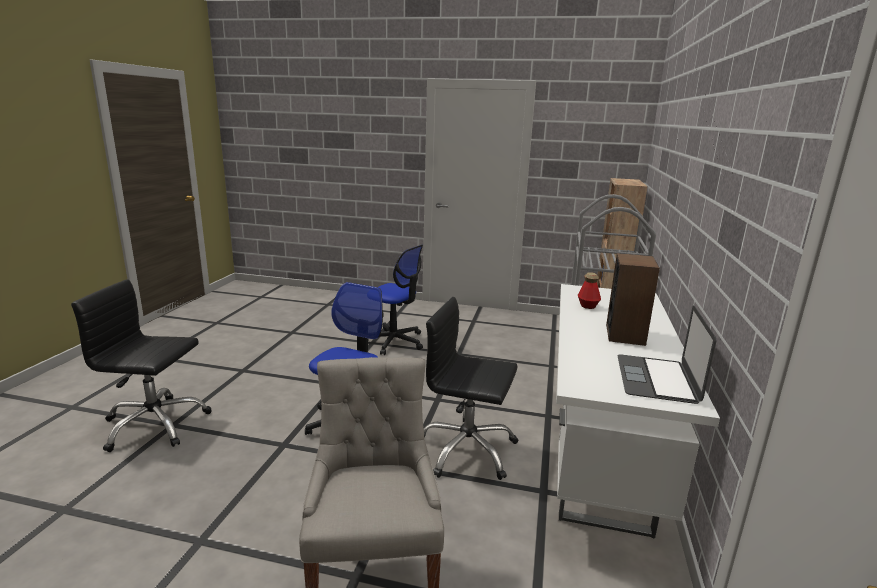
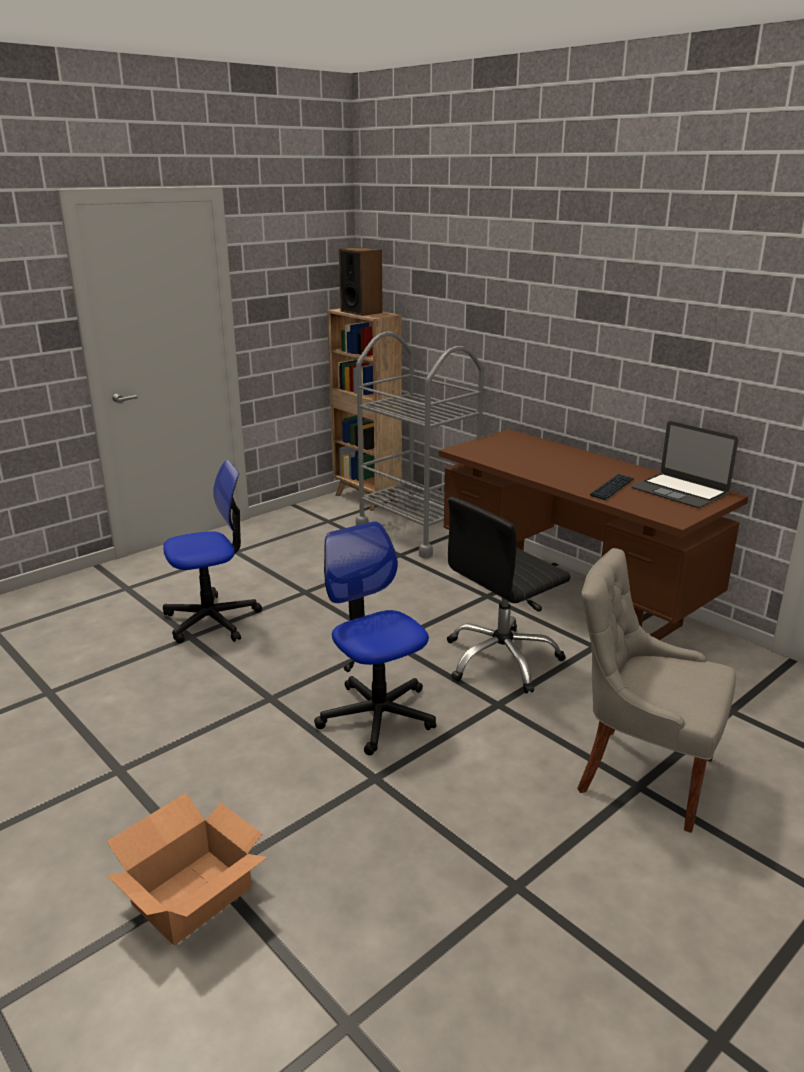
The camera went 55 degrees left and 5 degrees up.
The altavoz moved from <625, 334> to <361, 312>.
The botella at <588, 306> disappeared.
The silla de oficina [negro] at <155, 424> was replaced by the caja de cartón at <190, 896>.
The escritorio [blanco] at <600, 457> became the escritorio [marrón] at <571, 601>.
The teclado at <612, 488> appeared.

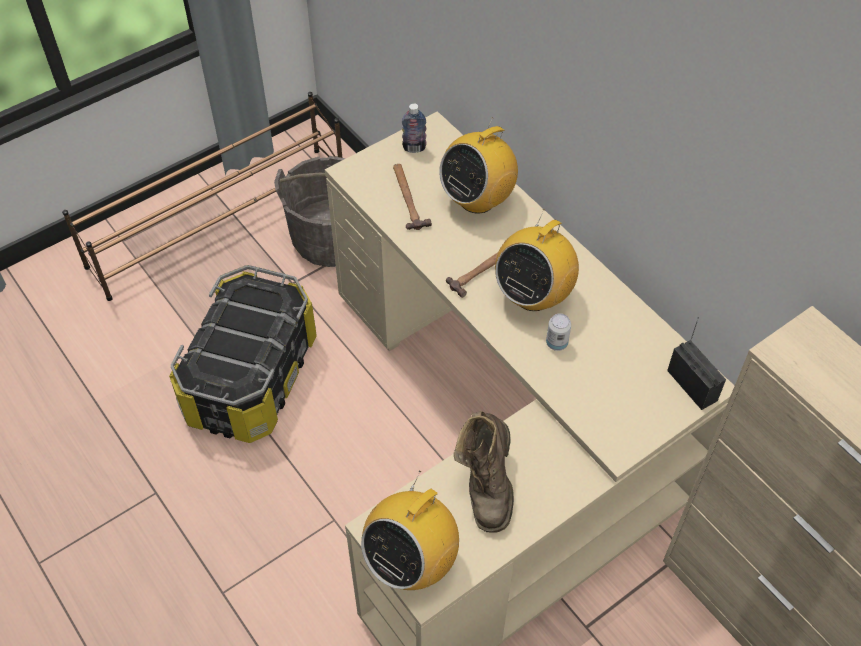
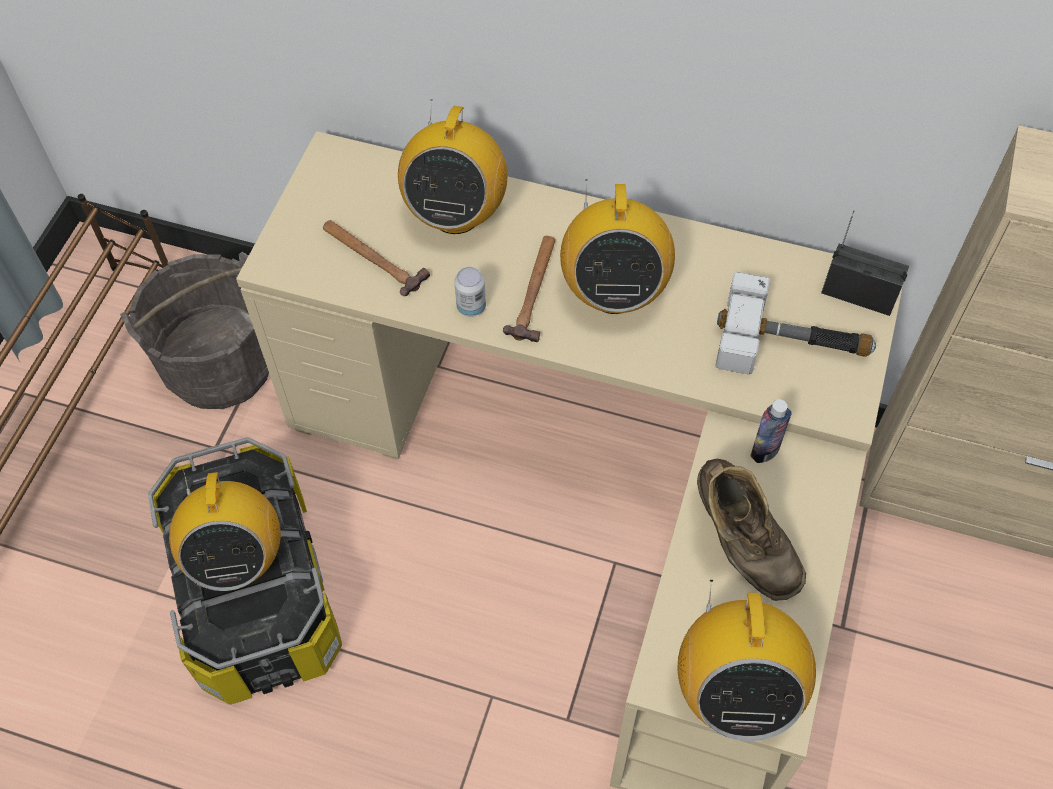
The camera went 35 degrees left and 5 degrees up.
The botella moved from <414, 148> to <765, 451>.
The lata moved from <556, 343> to <471, 307>.
The martillo at <792, 343> appeared.
The radio at <237, 558> appeared.

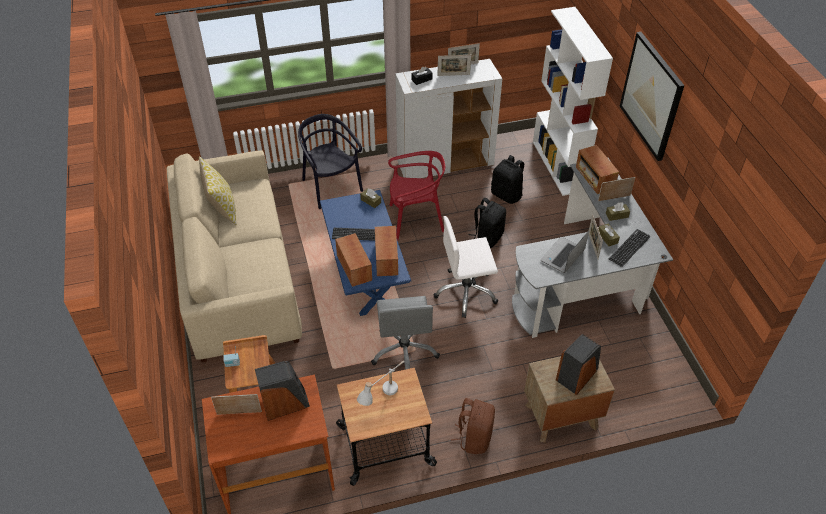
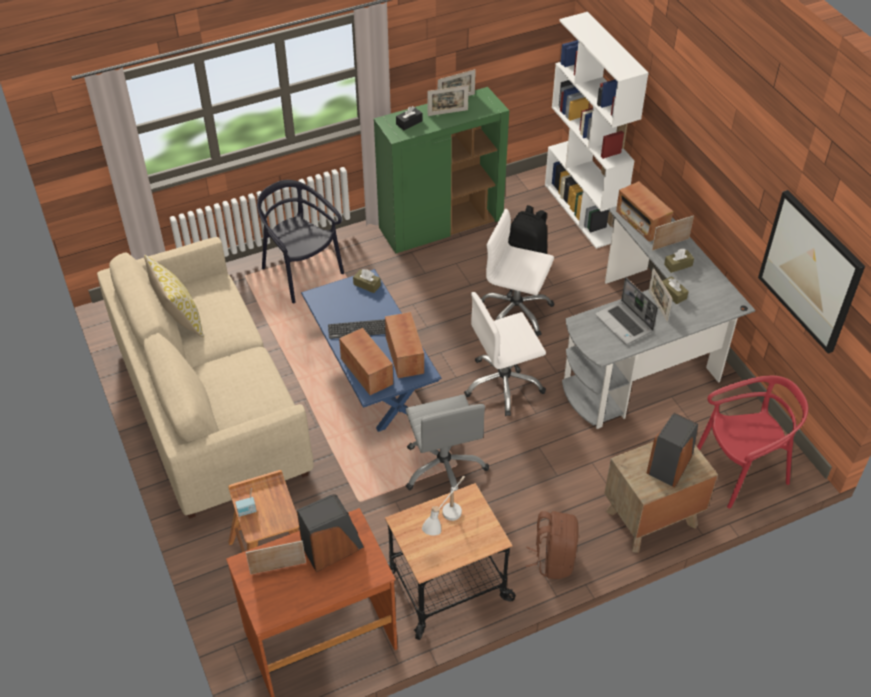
The camera went 10 degrees left and 0 degrees up.
The cuadro moved from <651, 96> to <810, 271>.
The armario [blanco] at <445, 163> became the armario [verde] at <441, 225>.
The silla [rojo] moved from <415, 220> to <741, 470>.
The mochila [negro] at <487, 237> was replaced by the silla de oficina [blanco] at <515, 312>.
The teclado at <629, 248> disappeared.
The portátil at <563, 256> turned 60 degrees counterclockwise.

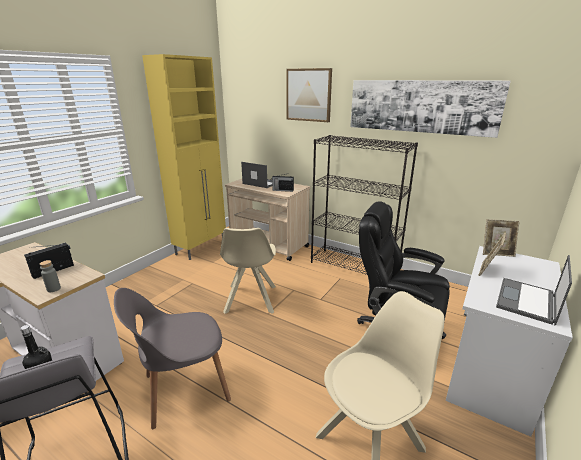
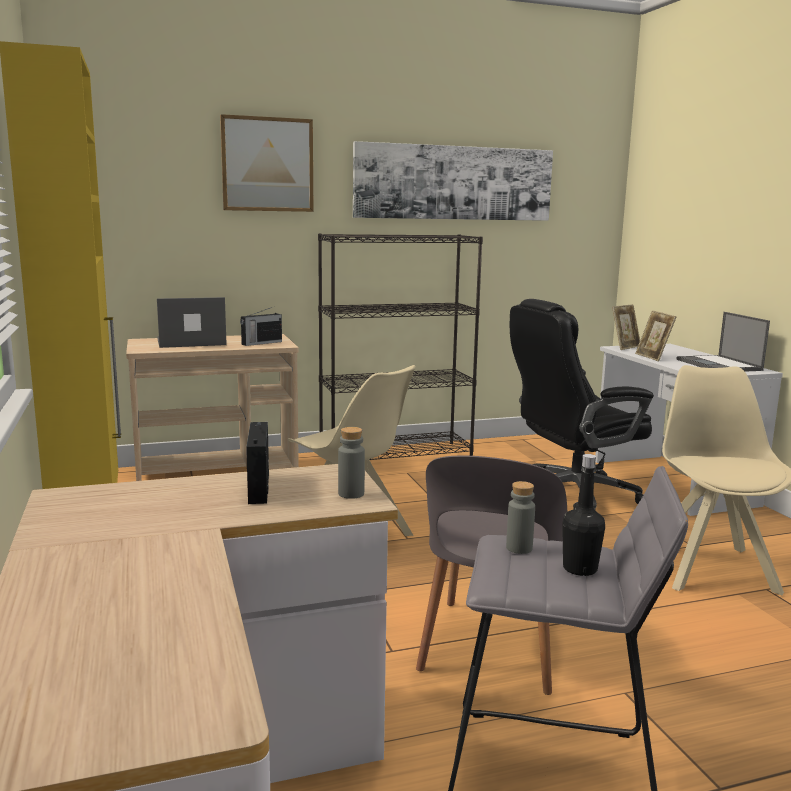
The camera went 50 degrees left and 10 degrees down.
The botella [gris] at <519, 548> appeared.

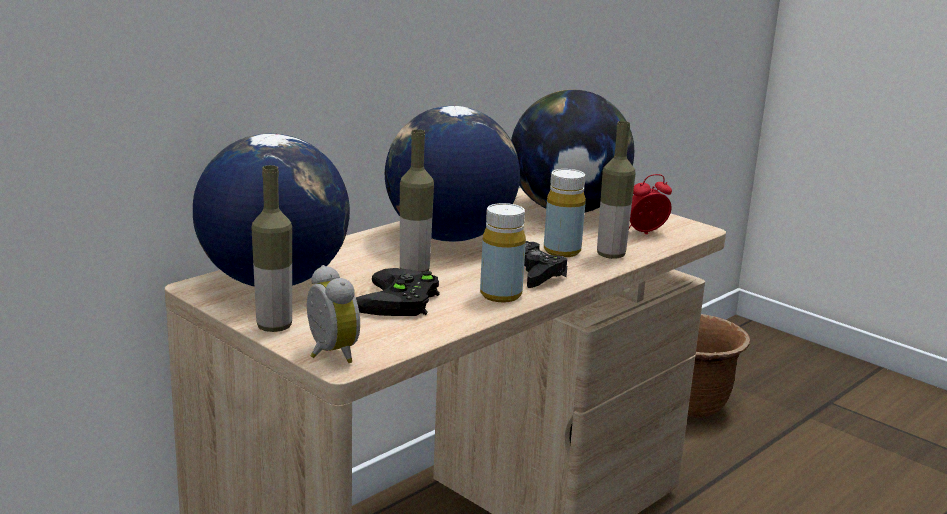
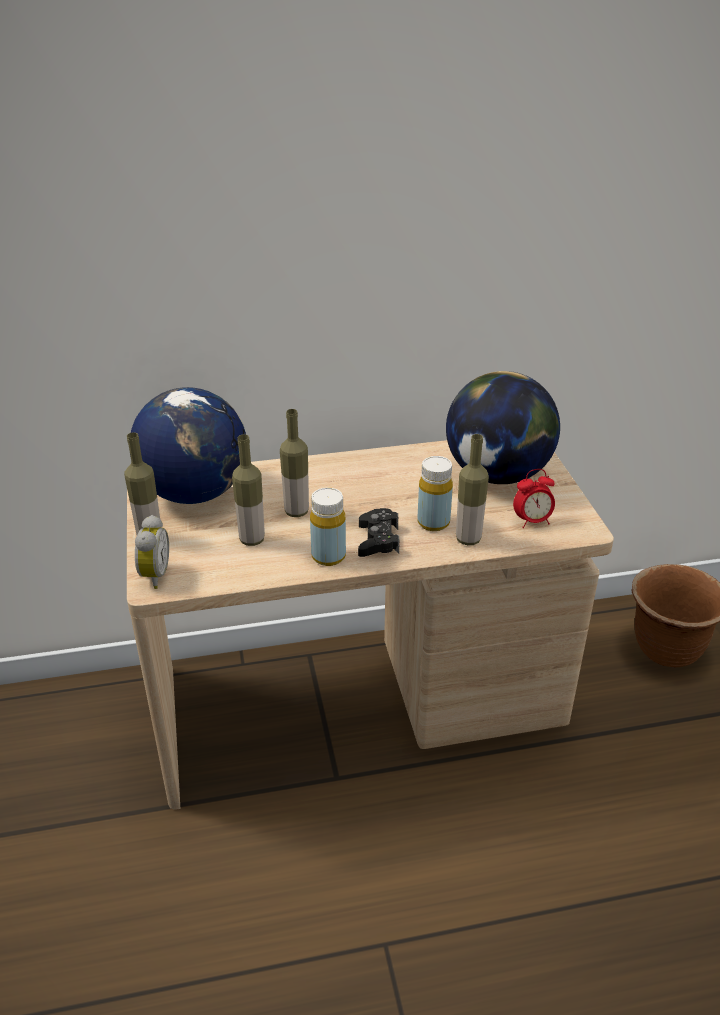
The camera went 35 degrees right and 15 degrees up.
The globo terráqueo at <449, 237> disappeared.
The despertador at <645, 233> turned 150 degrees clockwise.
The mando de consola [negro] at <399, 301> was replaced by the botella at <252, 539>.

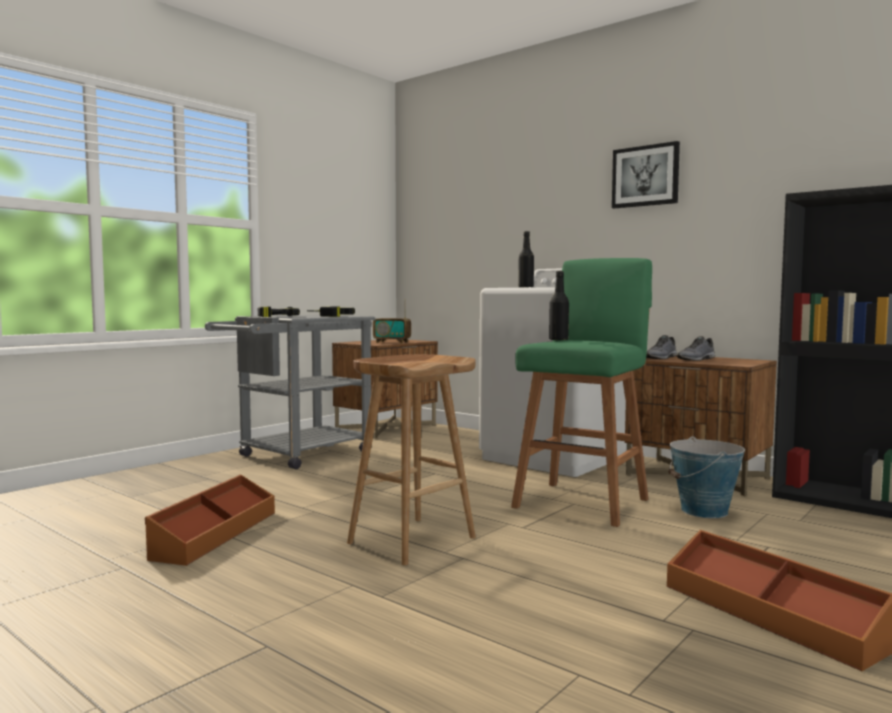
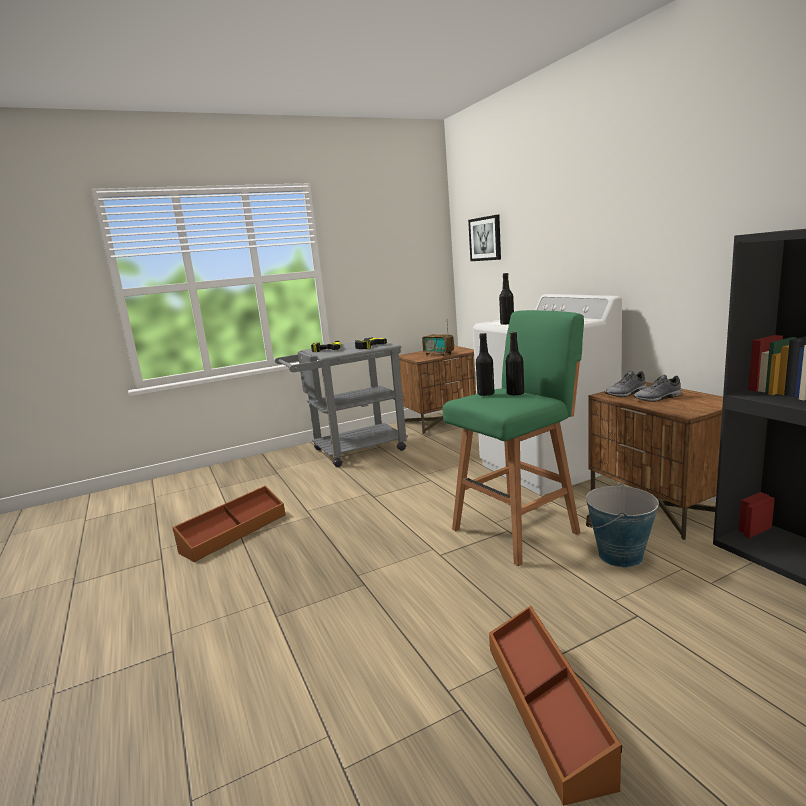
The camera went 25 degrees right and 10 degrees up.
The cuadro moved from <645, 176> to <485, 238>.
The taburete [marrón] at <412, 539> disappeared.
The botella [negro] at <515, 393> appeared.

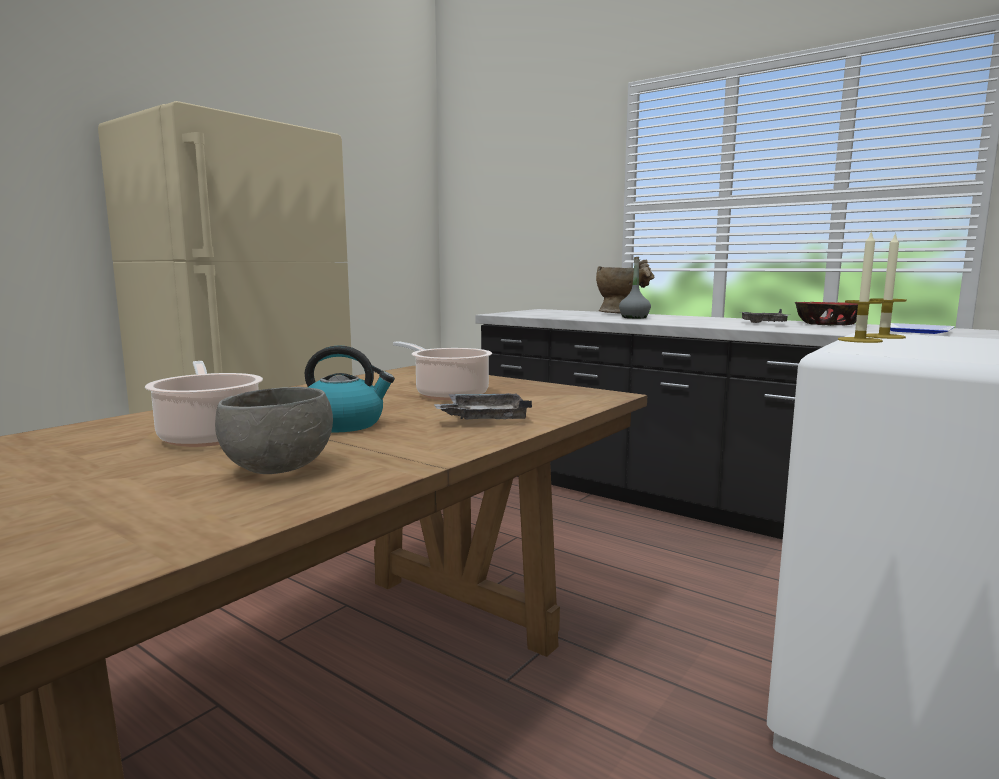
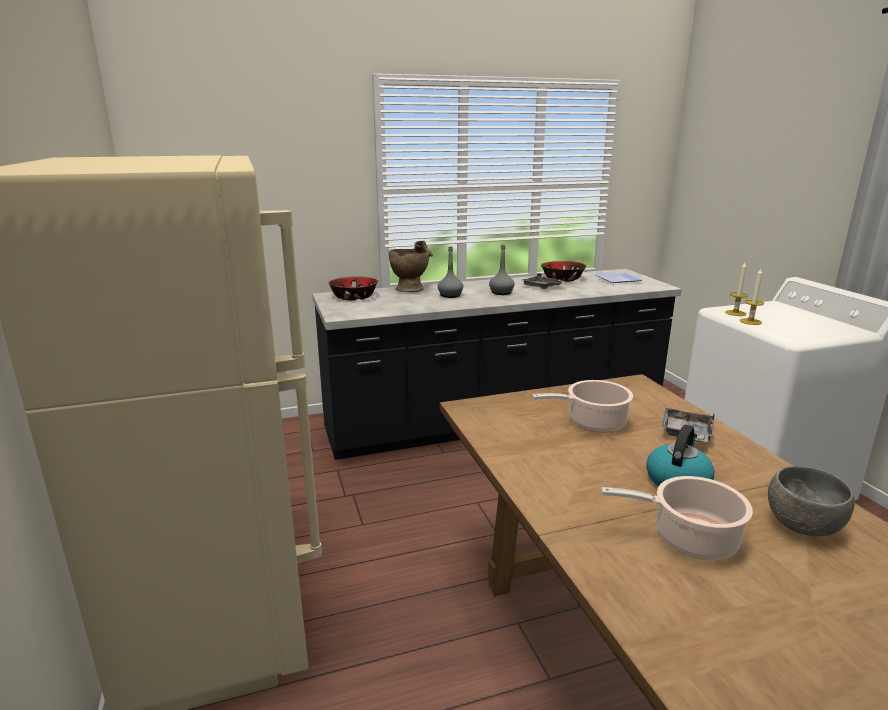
The camera went 55 degrees left and 10 degrees up.
The botella [gris] at <501, 292> appeared.
The cuenco at <354, 297> appeared.

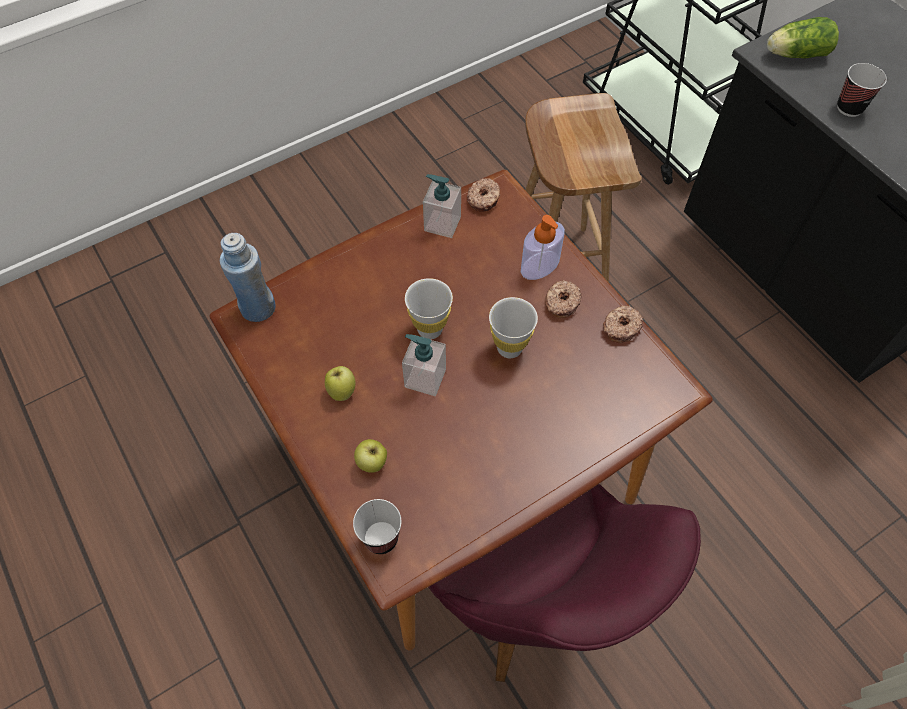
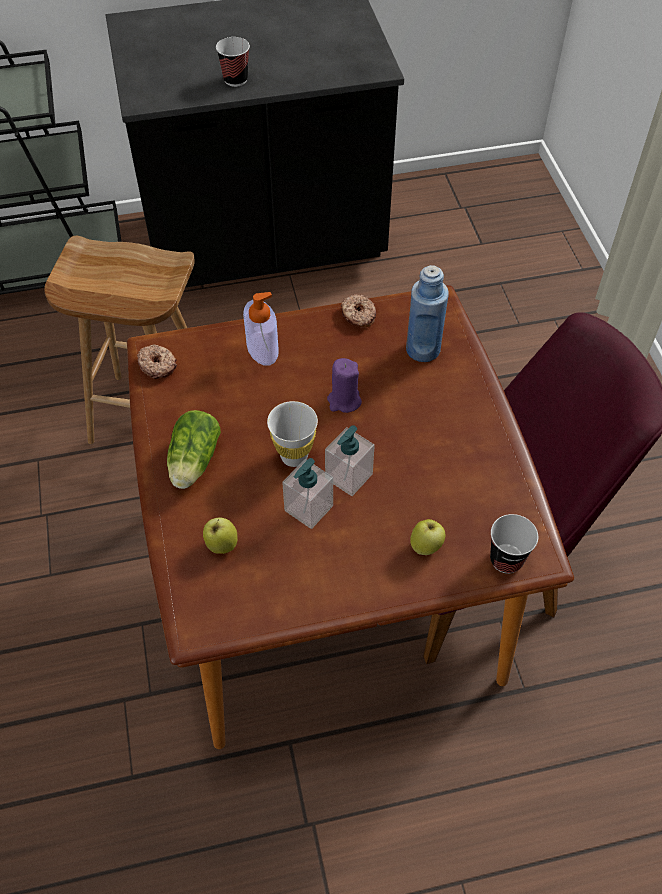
The camera went 70 degrees left and 5 degrees down.
The lechuga moved from <794, 54> to <193, 463>.
The dispensador de jabón moved from <442, 223> to <308, 508>.
The botella [azul] moved from <258, 308> to <423, 349>.
The rosquilla at <561, 302> disappeared.
The taza [blanco] at <509, 348> was replaced by the vela [morado] at <344, 401>.
The manzana moved from <342, 391> to <221, 545>.

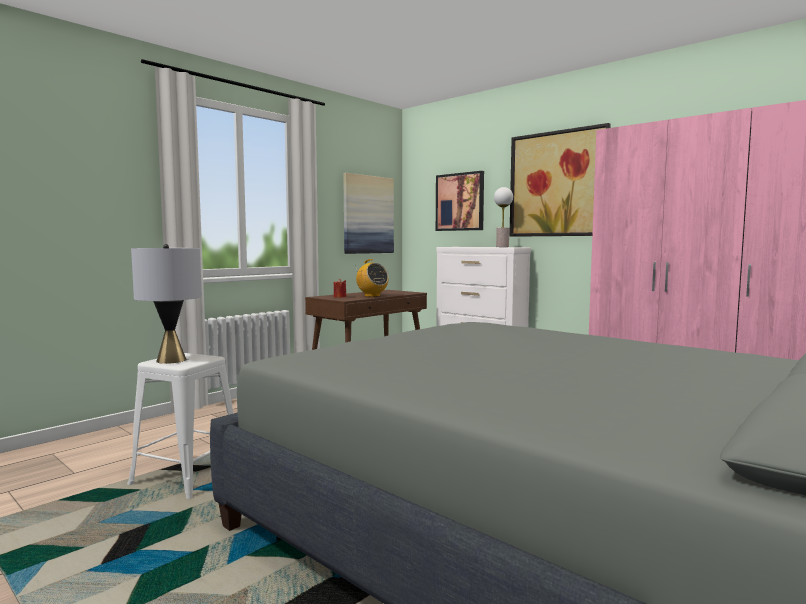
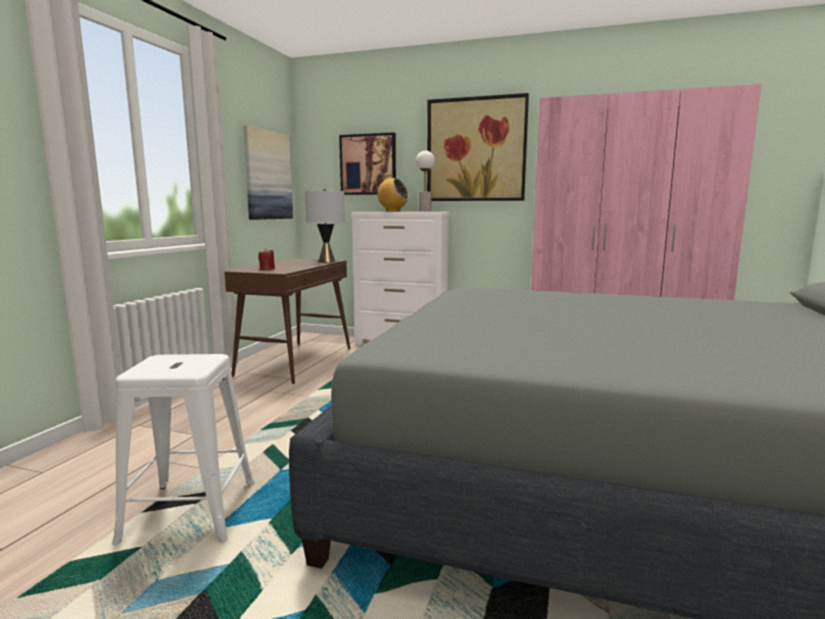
The camera went 25 degrees left and 5 degrees up.
The lámpara de mesa [gris] moved from <171, 360> to <327, 261>.
The radio moved from <372, 296> to <392, 211>.

